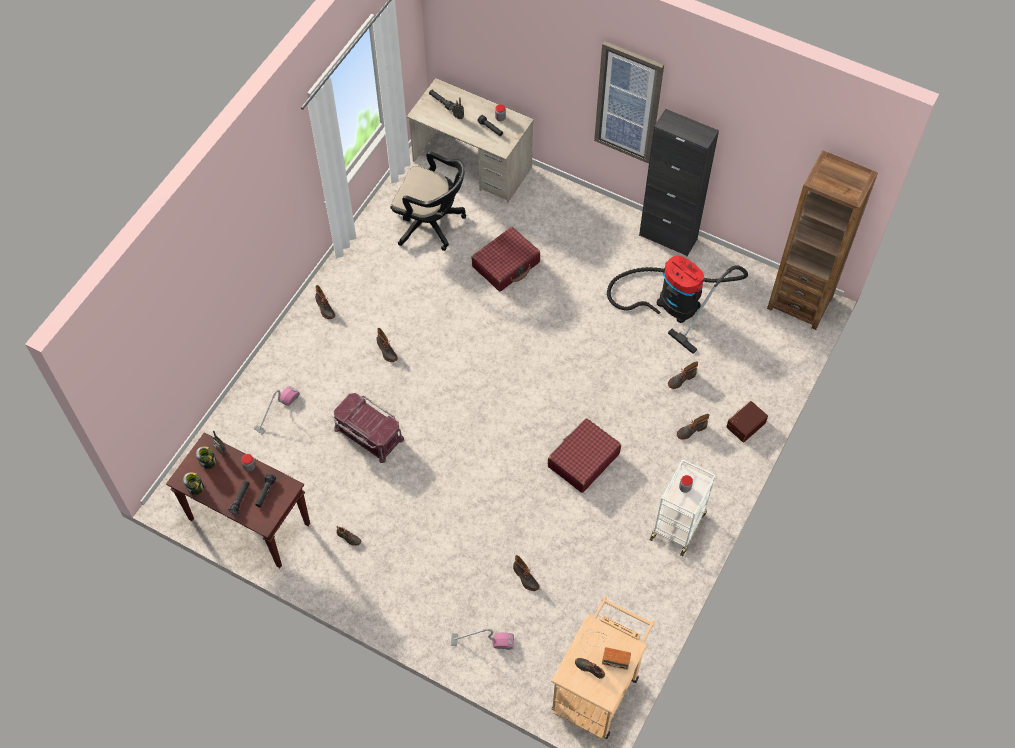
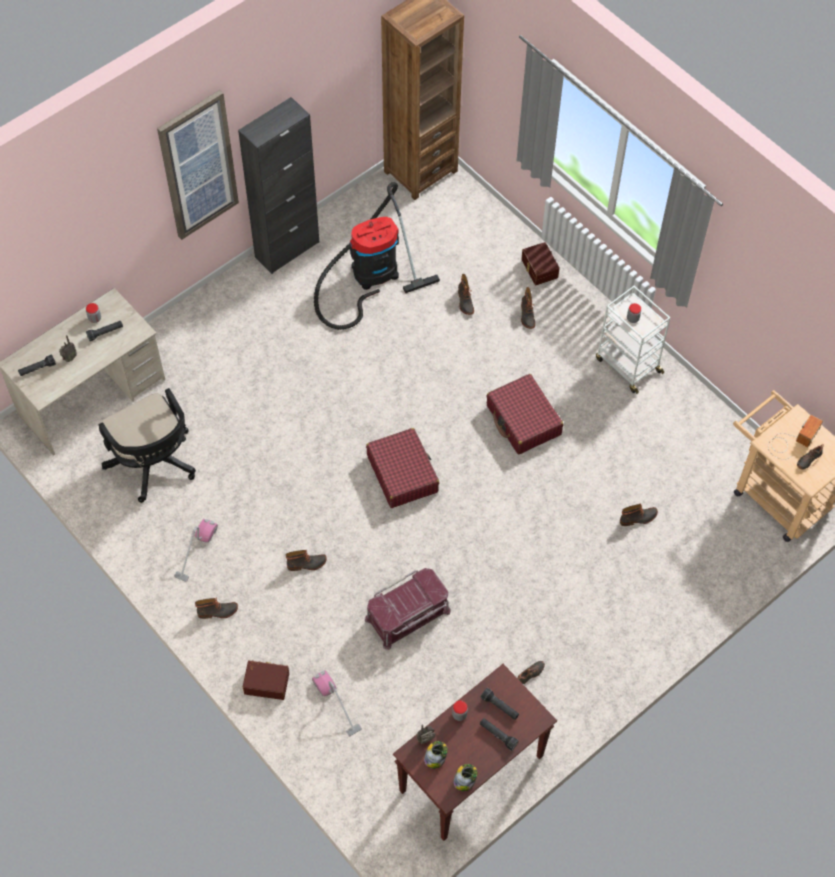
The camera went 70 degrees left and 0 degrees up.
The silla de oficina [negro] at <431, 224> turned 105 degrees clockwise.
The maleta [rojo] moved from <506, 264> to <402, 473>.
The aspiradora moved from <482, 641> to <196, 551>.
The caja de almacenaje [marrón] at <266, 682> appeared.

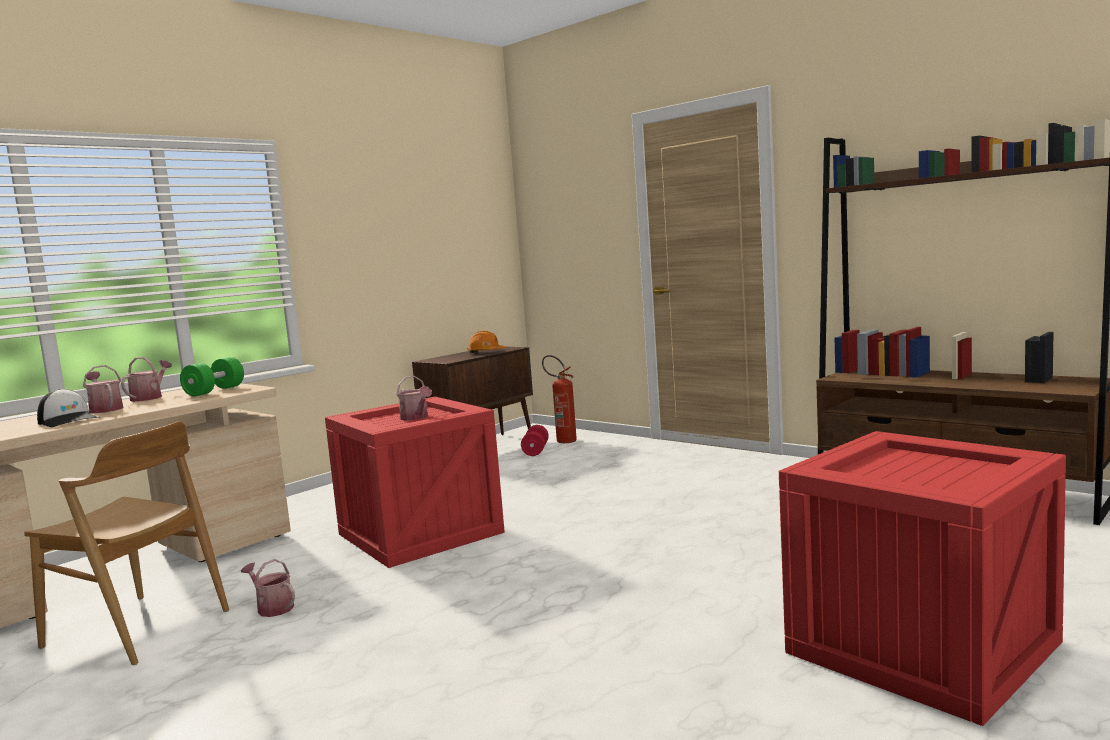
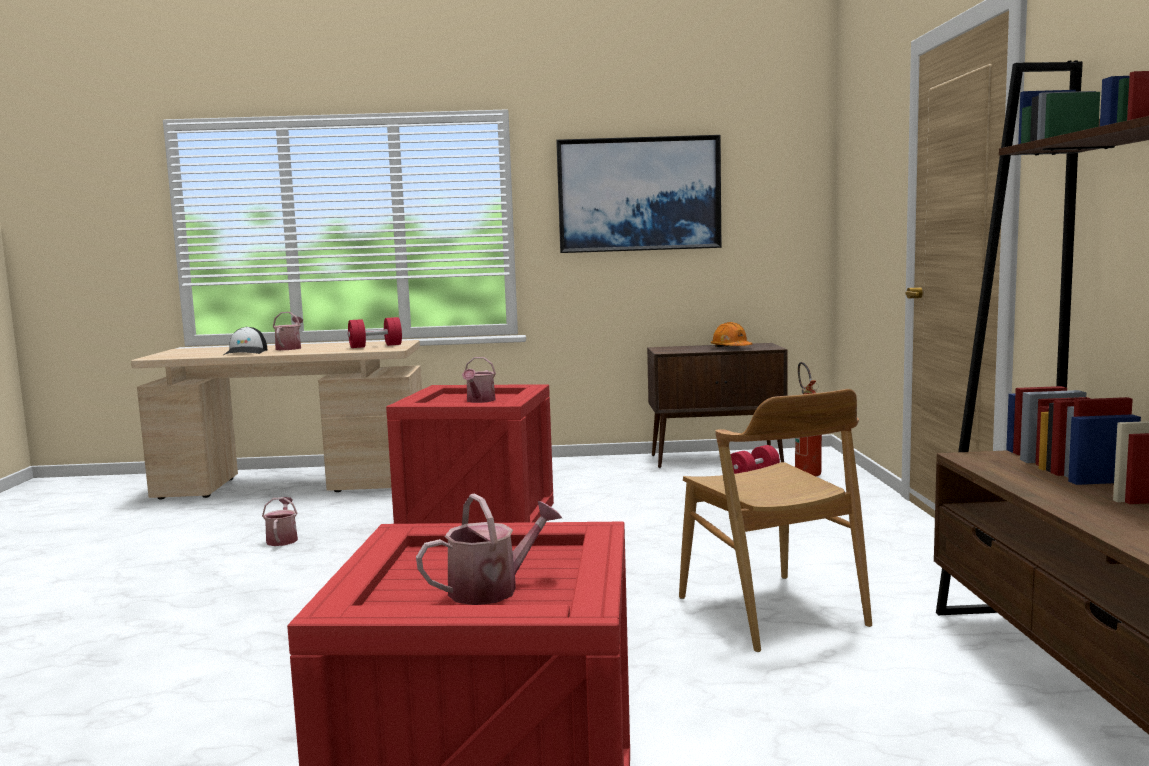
The camera went 45 degrees right and 0 degrees up.
The regadera moved from <149, 397> to <492, 589>.
The mancuerna [verde] at <214, 391> became the mancuerna [rojo] at <375, 346>.
The silla [marrón] moved from <137, 629> to <771, 611>.
The cuadro at <638, 194> appeared.

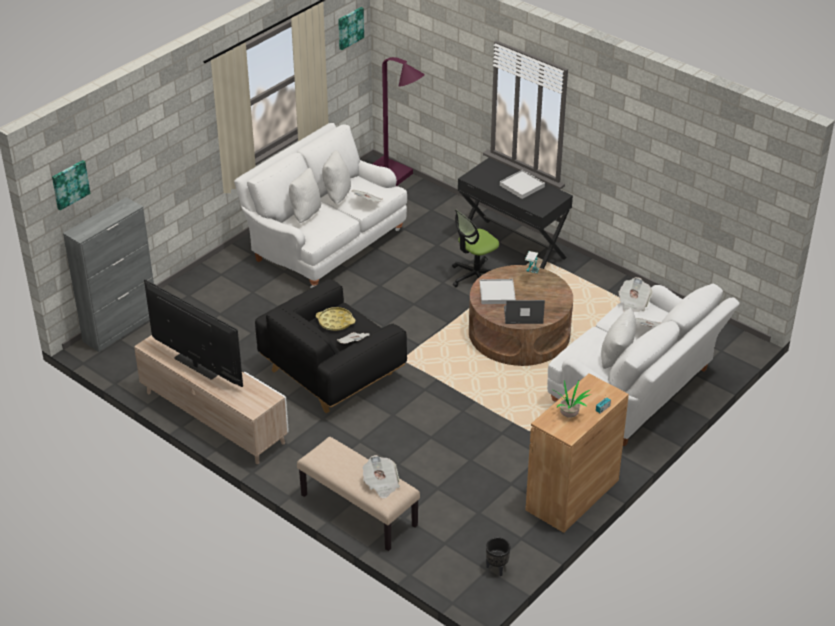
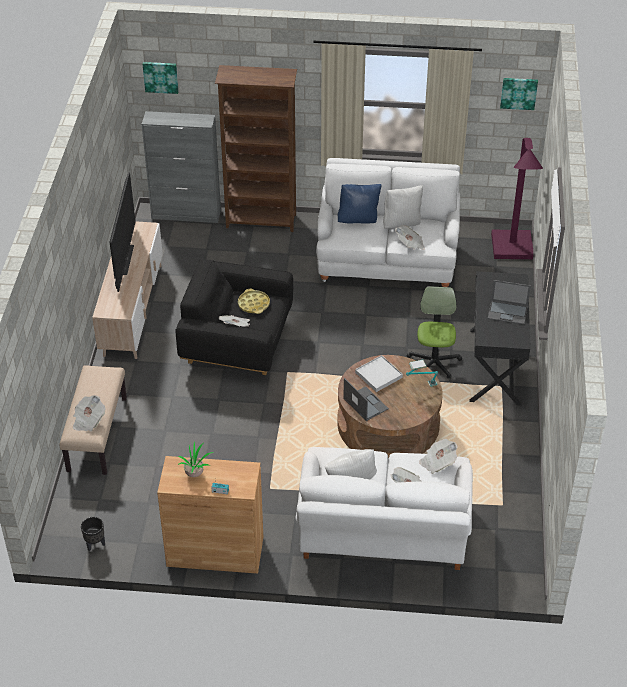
The camera went 55 degrees right and 5 degrees up.
The cojín [blanco] at <305, 214> became the cojín [azul] at <358, 220>.
The bandeja [blanco] at <522, 186> was replaced by the portátil at <508, 312>.
The silla de oficina at <475, 277> turned 75 degrees clockwise.
The estantería [marrón] at <261, 221> appeared.

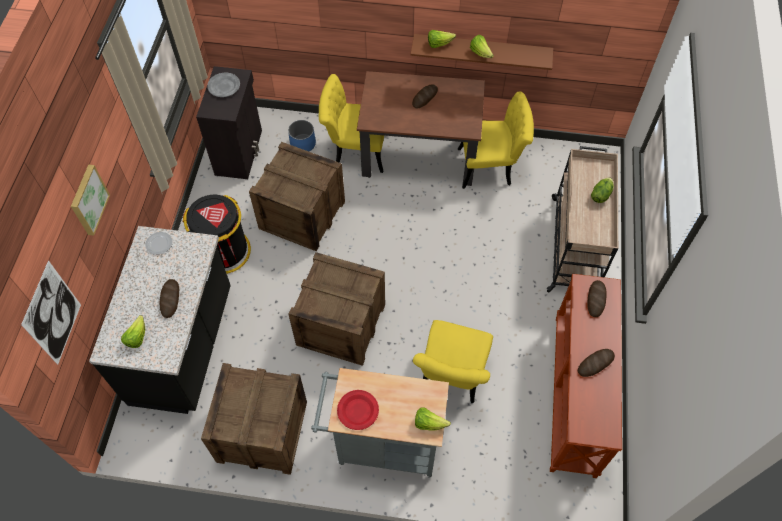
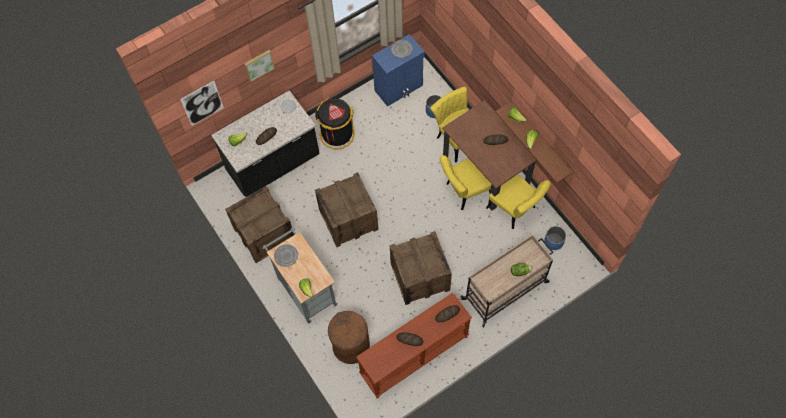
The camera went 50 degrees right and 5 degrees up.
The armario [negro] at <240, 152> became the armario [azul] at <399, 88>.
The caja de embalaje moved from <302, 215> to <420, 276>.
The silla [amarillo] moved from <451, 378> to <464, 192>.
The plato [rojo] at <358, 411> became the plato [gris] at <286, 256>.
The maceta [azul] at <554, 241> appeared.
The papelera [marrón] at <350, 345> appeared.

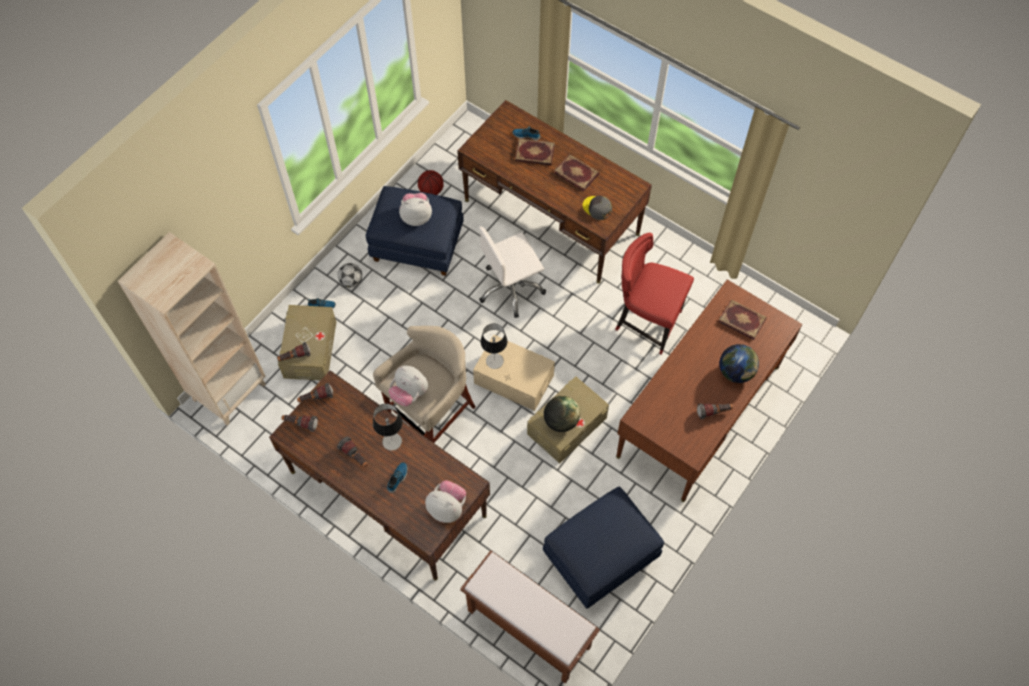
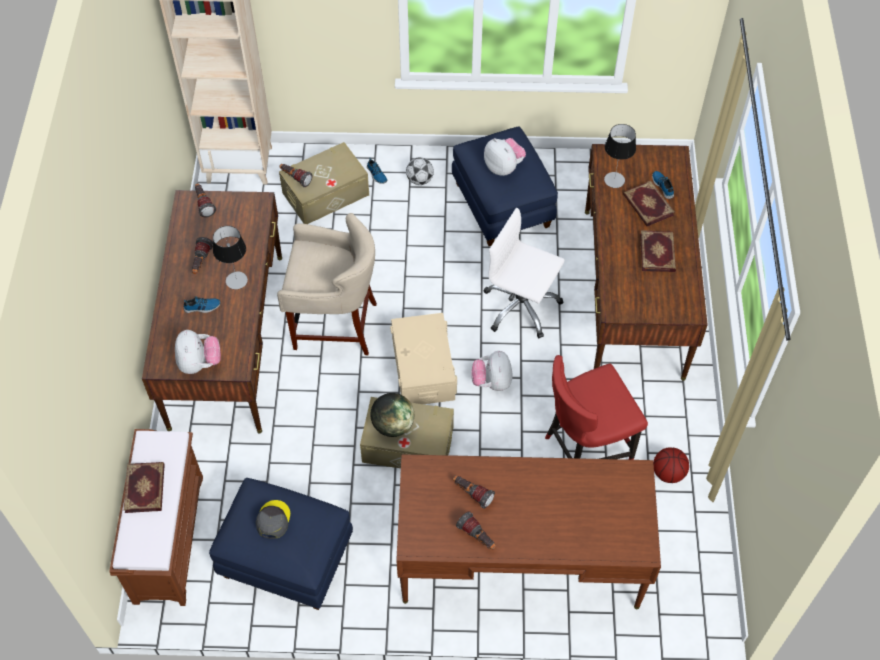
The camera went 55 degrees right and 5 degrees down.
The balón de baloncesto moved from <431, 190> to <668, 473>.
The gorra [gris] moved from <597, 208> to <273, 520>.
The silla [rojo] at <646, 322> turned 105 degrees counterclockwise.
The libro moved from <742, 320> to <146, 488>.
The lámpara de mesa moved from <494, 361> to <614, 180>.
The globo terráqueo at <736, 372> disappeared.
The peluche moved from <409, 393> to <492, 382>.
The linterna moved from <316, 398> to <472, 494>.

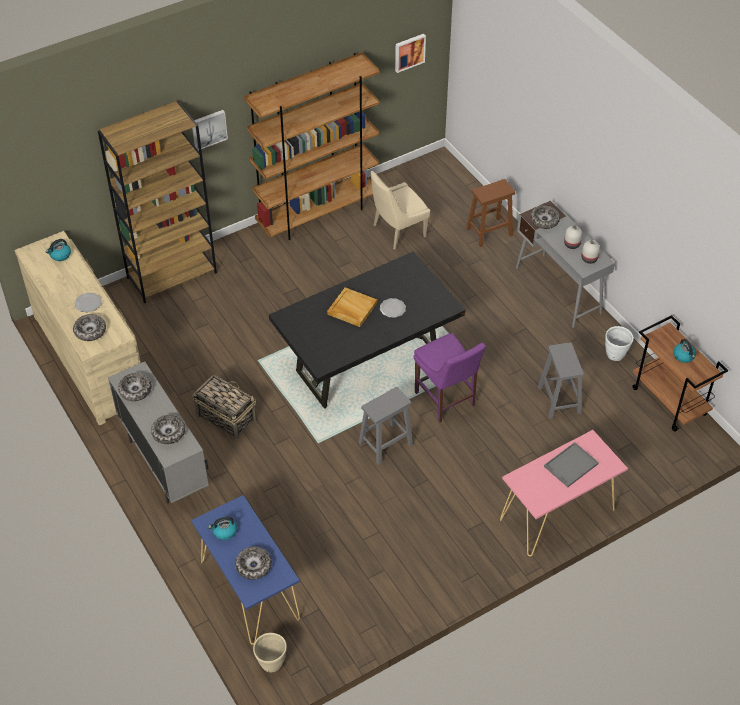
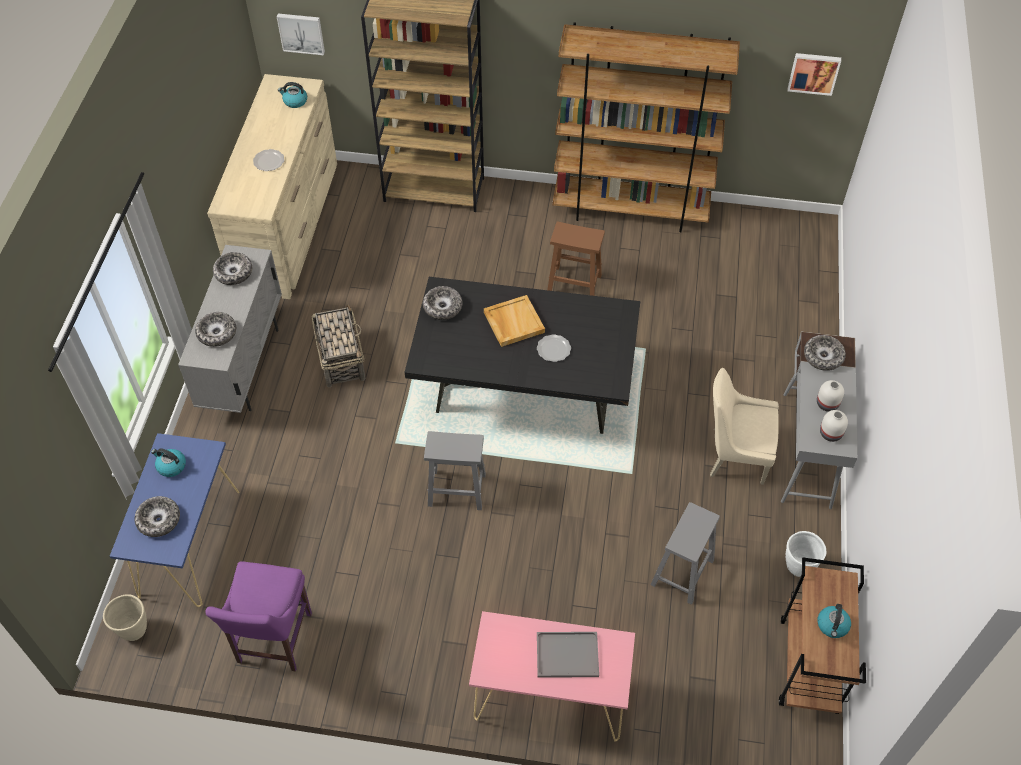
The camera went 40 degrees right and 5 degrees up.
The cuadro moved from <208, 129> to <301, 33>.
The silla [beis] moved from <397, 231> to <735, 455>.
The taburete [marrón] moved from <488, 232> to <573, 284>.
The cuenco moved from <90, 331> to <442, 307>.
The silla [morado] moved from <446, 401> to <273, 641>.

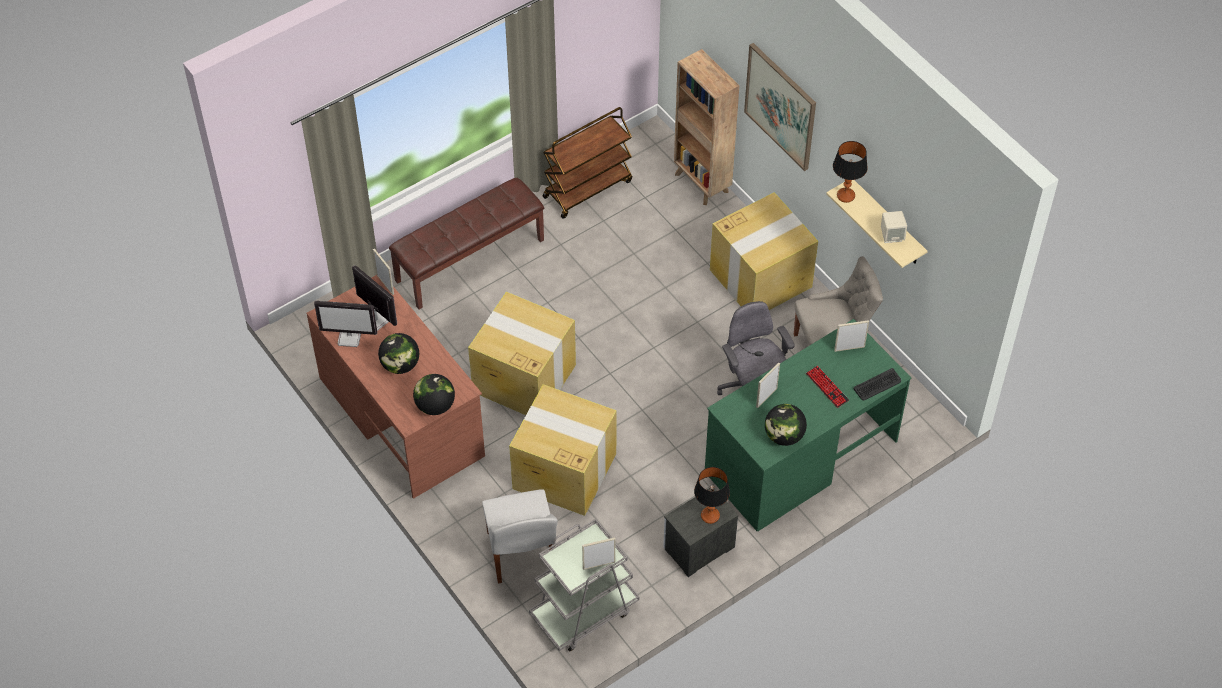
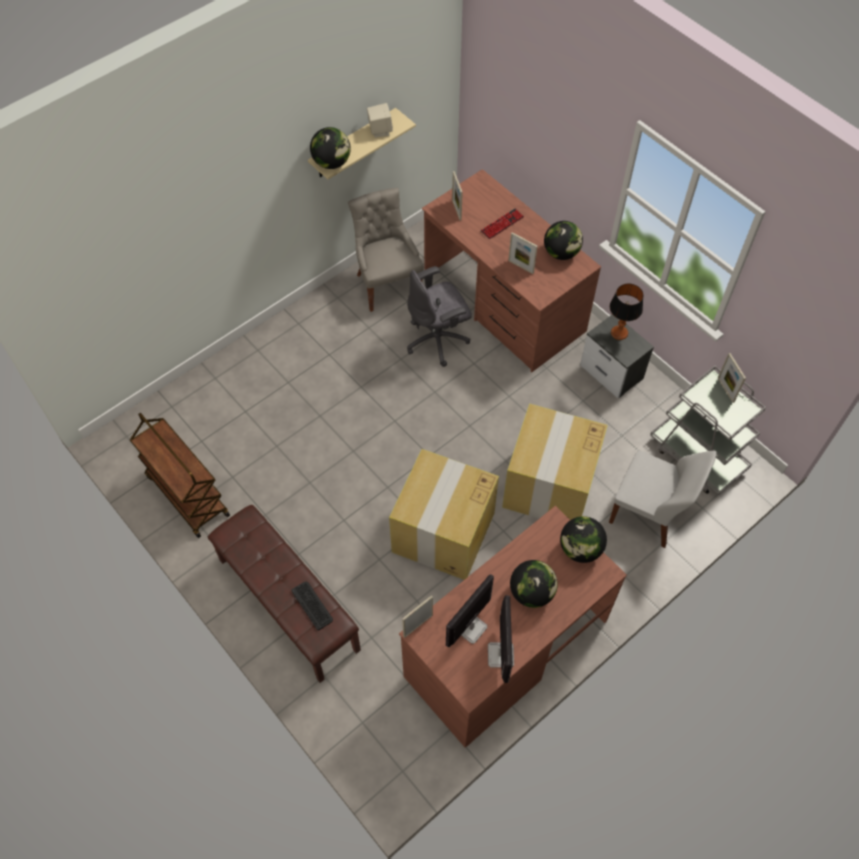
The camera went 95 degrees left and 5 degrees up.
The cuadro at <780, 106> disappeared.
The estantería [marrón] at <702, 184> disappeared.
The lámpara de mesa at <846, 195> was replaced by the globo terráqueo at <331, 163>.
The caja de cartón at <761, 278> disappeared.
The escritorio [verde] at <800, 456> became the escritorio [marrón] at <503, 303>.
The teclado moved from <877, 385> to <312, 605>.
The silla [blanco] at <521, 554> turned 45 degrees clockwise.

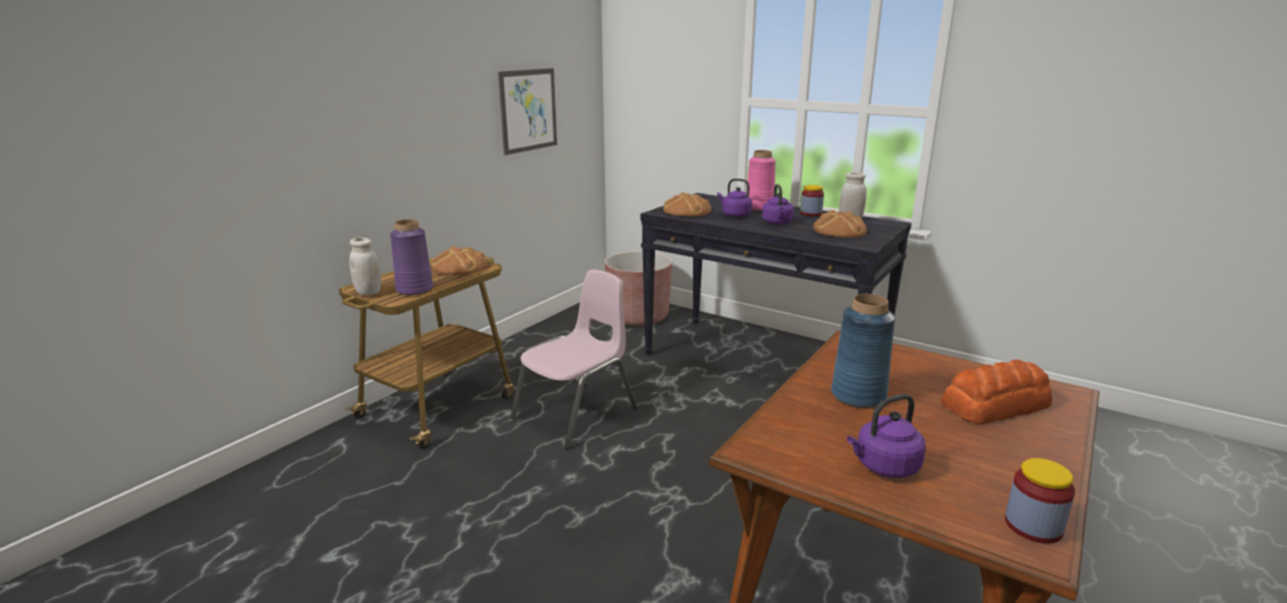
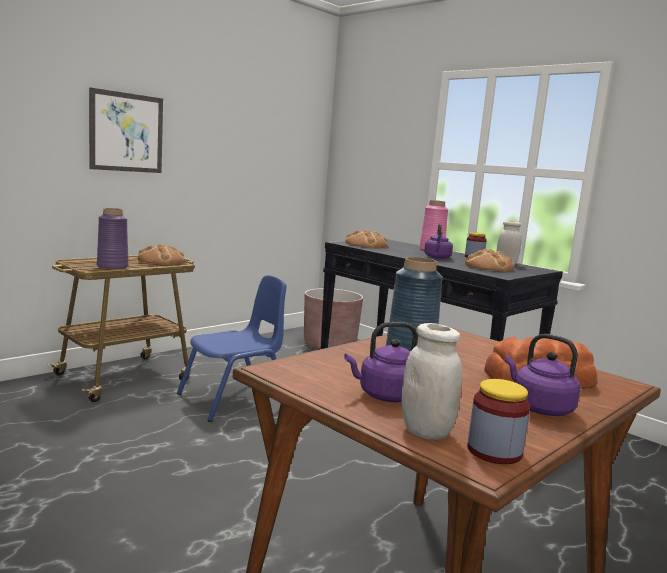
The camera went 10 degrees right and 10 degrees down.
The cuadro moved from <528, 110> to <126, 132>.
The hervidor [morado] moved from <734, 215> to <538, 408>.
The tarro [blanco] moved from <368, 292> to <426, 431>.
The silla [rosa] at <576, 413> became the silla [azul] at <234, 399>.

